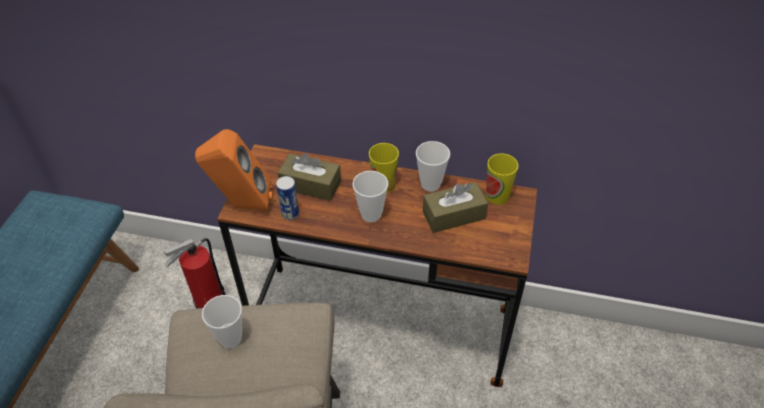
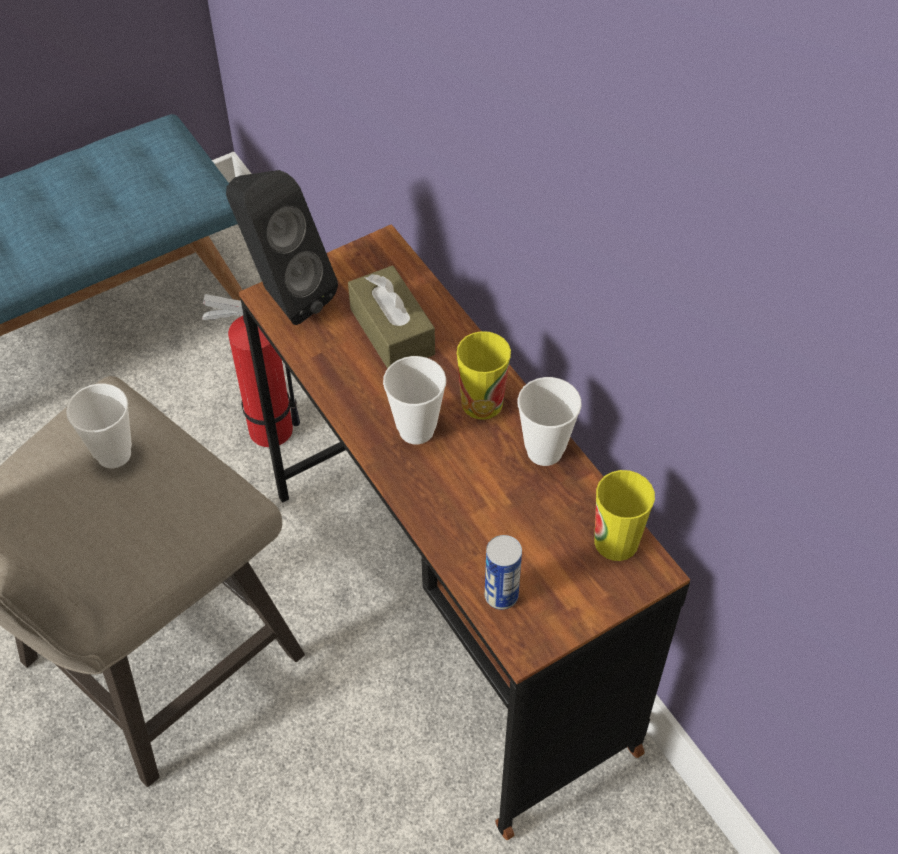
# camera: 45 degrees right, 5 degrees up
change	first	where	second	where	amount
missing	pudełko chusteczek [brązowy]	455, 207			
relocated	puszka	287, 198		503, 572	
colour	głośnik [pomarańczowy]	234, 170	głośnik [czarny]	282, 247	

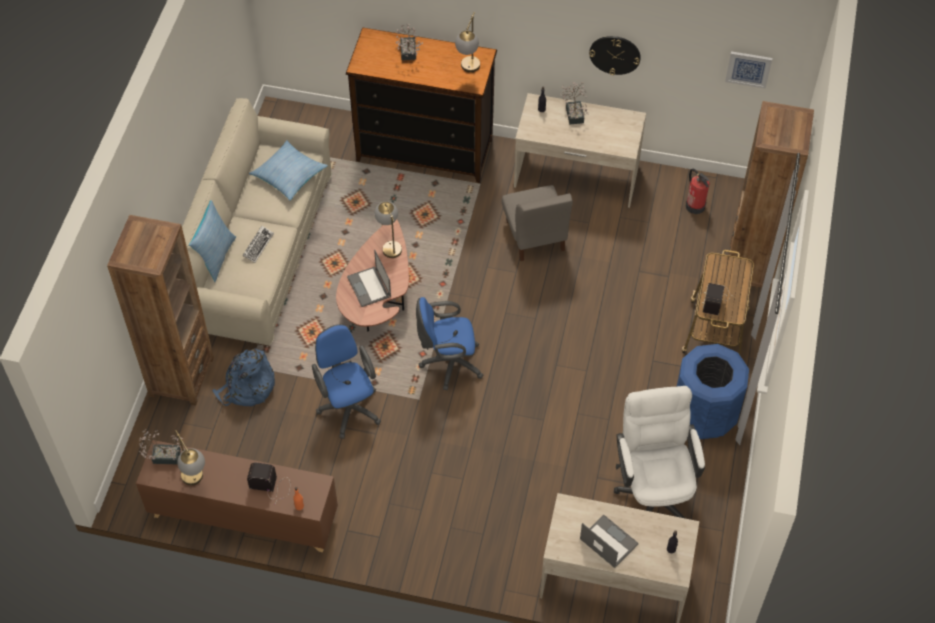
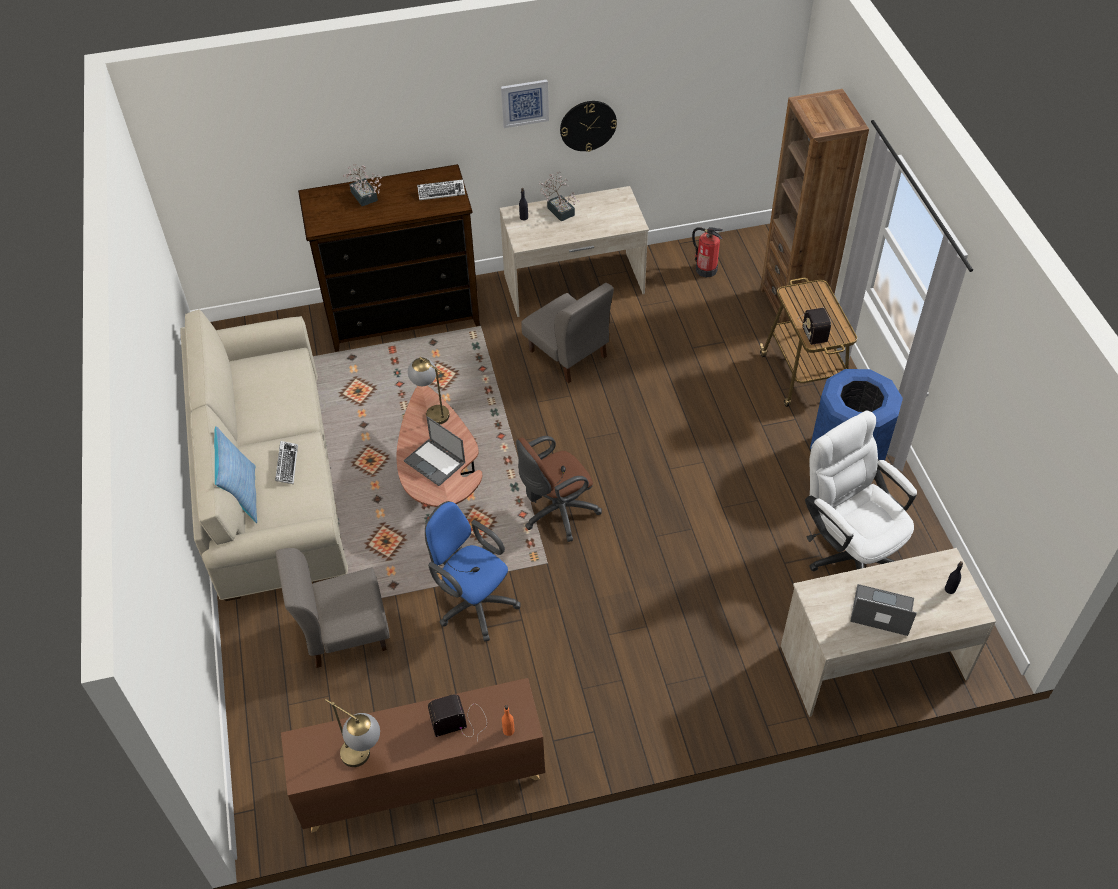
# camera: 25 degrees left, 5 degrees down
change	first	where	second	where	amount
missing	regał [brązowy]	160, 310			
missing	roślina doniczkowa	160, 446			
missing	poduszka	288, 170			
relocated	obraz	748, 70		525, 104	
exchanged	plecak [niebieski]	243, 377	krzesło [szary]	332, 608	
exchanged	lampa stołowa	467, 42	klawiatura	441, 189	
colour	krzesło biurowe [niebieski]	449, 343	krzesło biurowe [brązowy]	559, 489	

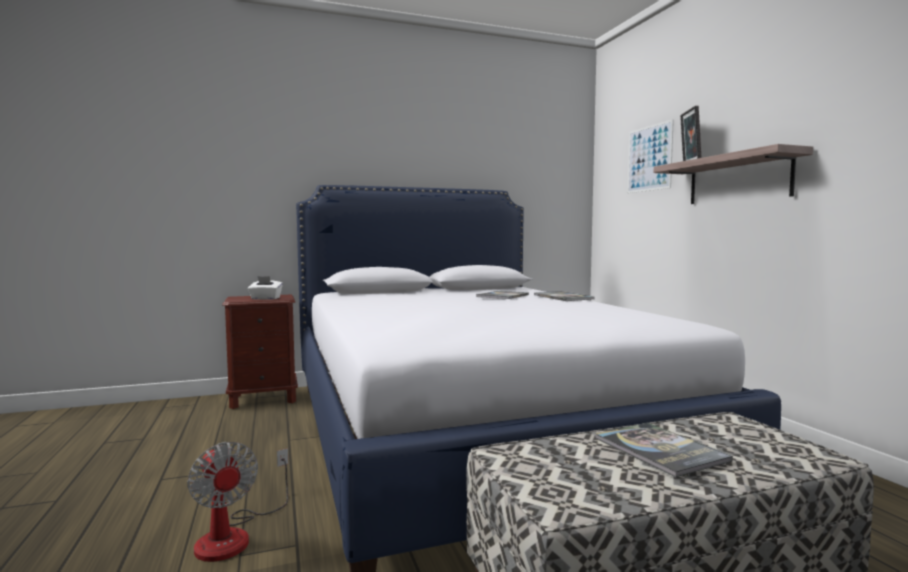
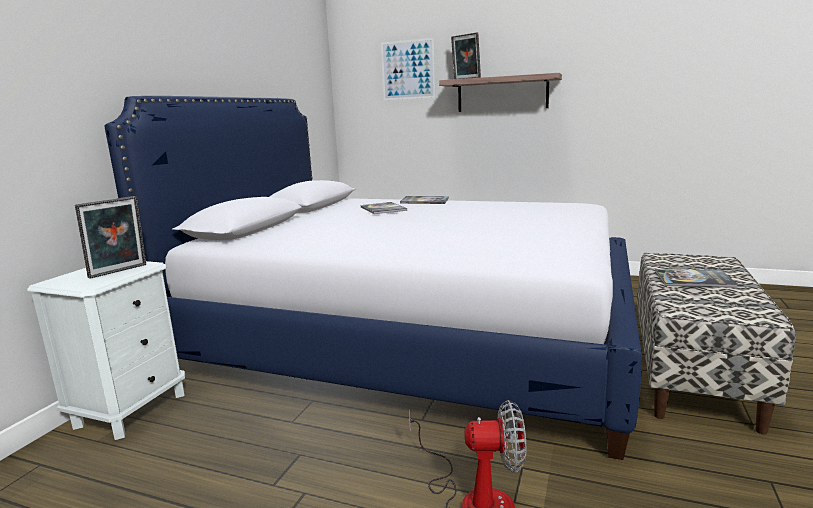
# camera: 50 degrees left, 10 degrees up
change	first	where	second	where	amount
exchanged	pudełko chusteczek [biały]	265, 288	ramka na zdjęcie	110, 237	
colour	szafka nocna [brązowy]	260, 351	szafka nocna [biały]	106, 350	

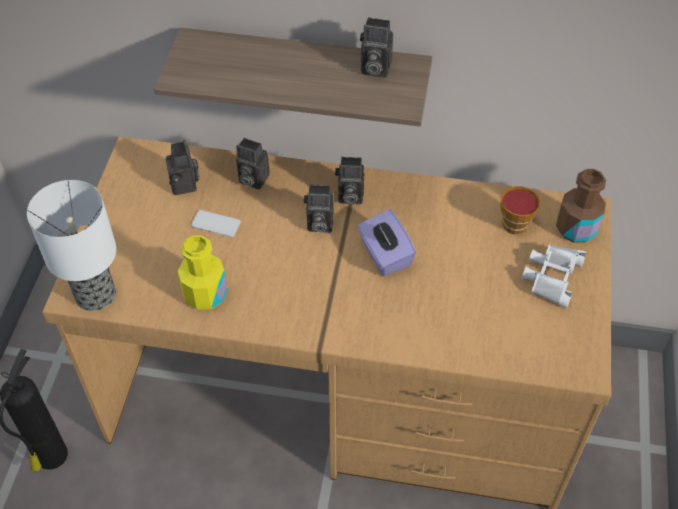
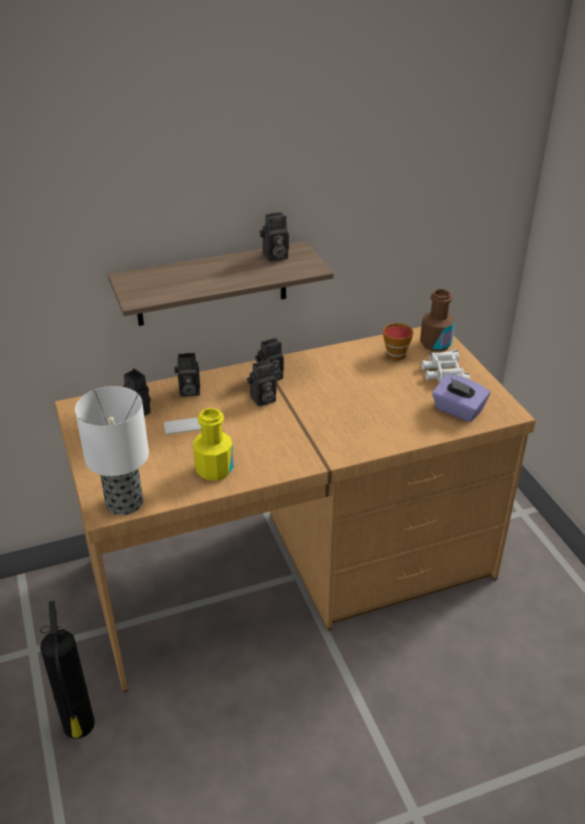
# camera: 30 degrees left, 15 degrees down
change	first	where	second	where	amount
relocated	pudełko chusteczek [fioletowy]	386, 242		461, 398	

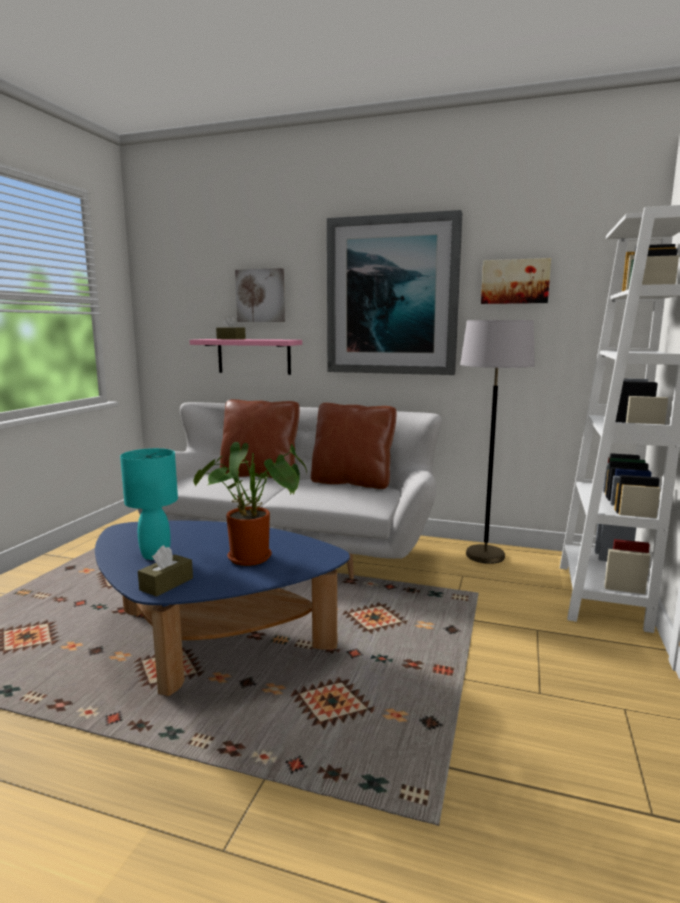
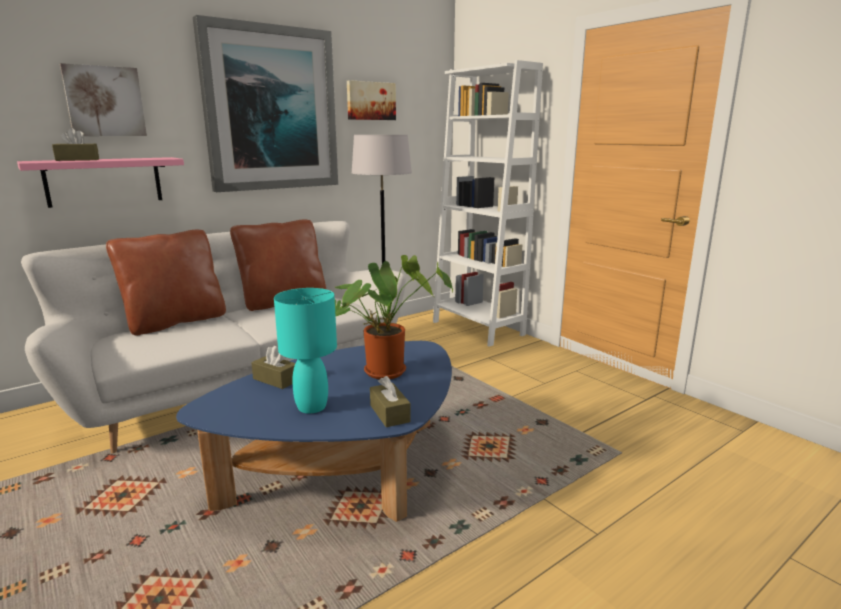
# camera: 55 degrees left, 5 degrees up
change	first	where	second	where	amount
appeared			pudełko chusteczek [brązowy]	273, 367	

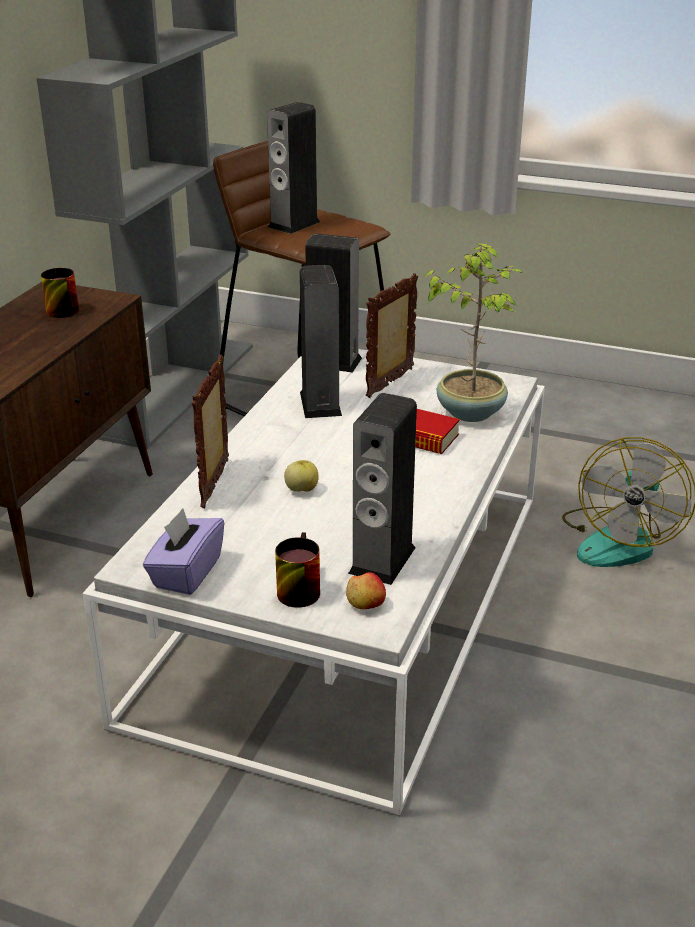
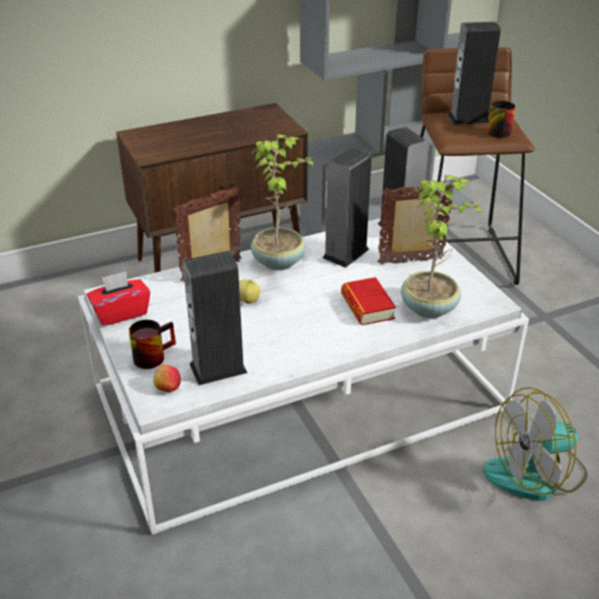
# camera: 45 degrees right, 5 degrees up
change	first	where	second	where	amount
appeared			roślina doniczkowa	282, 202	
relocated	kubek	60, 293		501, 119	
colour	pudełko chusteczek [fioletowy]	183, 551	pudełko chusteczek [czerwony]	118, 298	

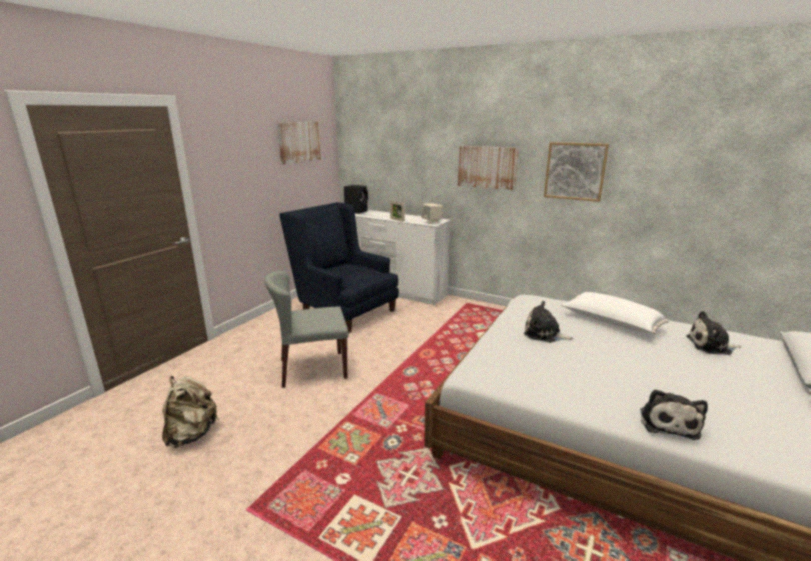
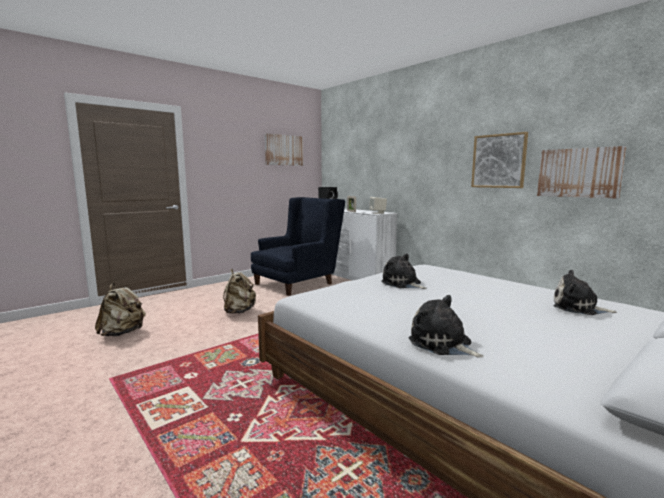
# camera: 20 degrees right, 10 degrees down
change	first	where	second	where	amount
missing	poduszka [biały]	615, 313			
relocated	obraz	488, 168		581, 172	
exchanged	krzesło [szary]	306, 329	plecak [beżowy]	240, 291	
spun	fotel [niebieski]	339, 267		298, 246	75 degrees clockwise
spun	pluszak	674, 414		446, 326	105 degrees clockwise

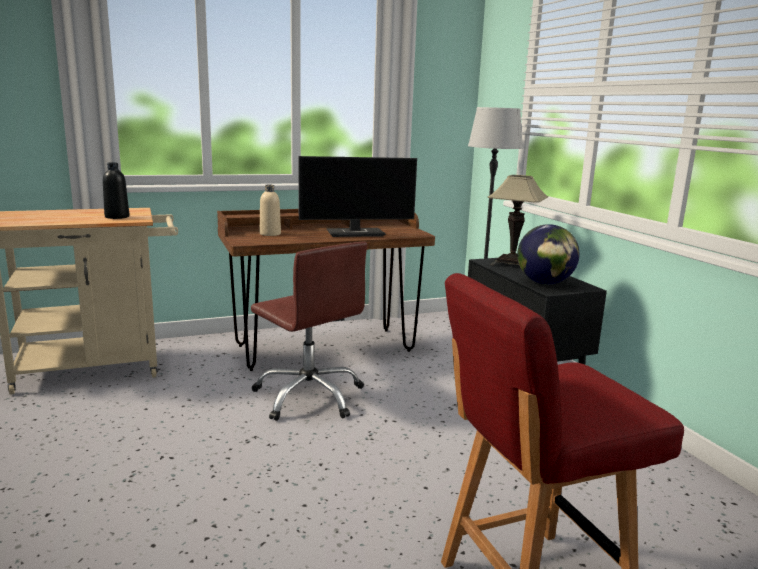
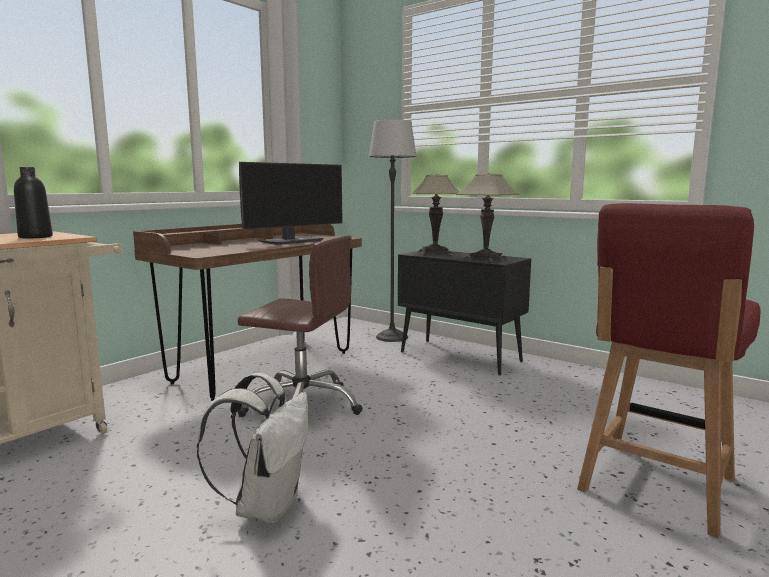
# camera: 30 degrees left, 5 degrees down
change	first	where	second	where	amount
missing	butelka [beżowy]	270, 210			
appeared			plecak [biały]	252, 448	
exchanged	globus	548, 254	lampa stołowa	488, 218	

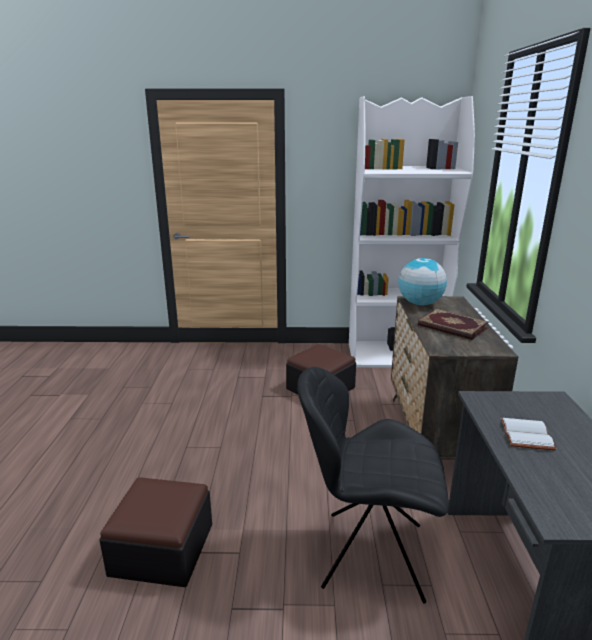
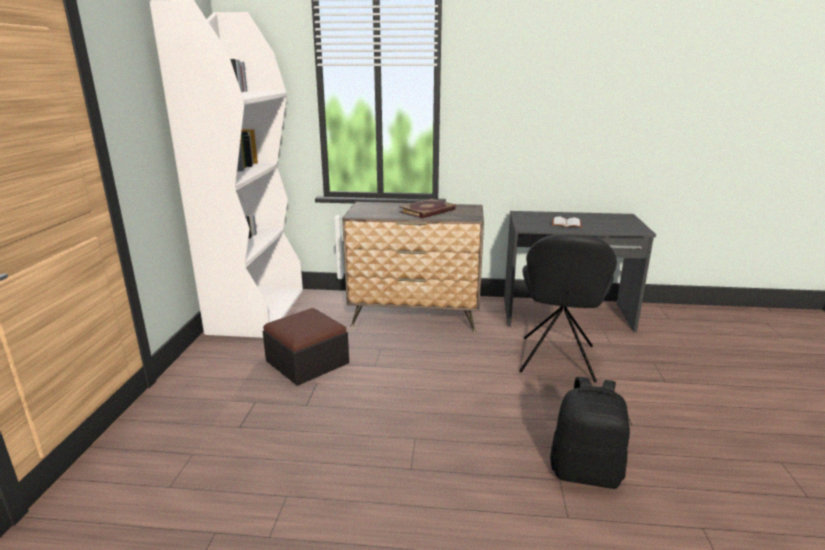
# camera: 85 degrees left, 0 degrees up
change	first	where	second	where	amount
missing	globus	422, 281			
exchanged	pufa	155, 532	plecak [czarny]	590, 433	

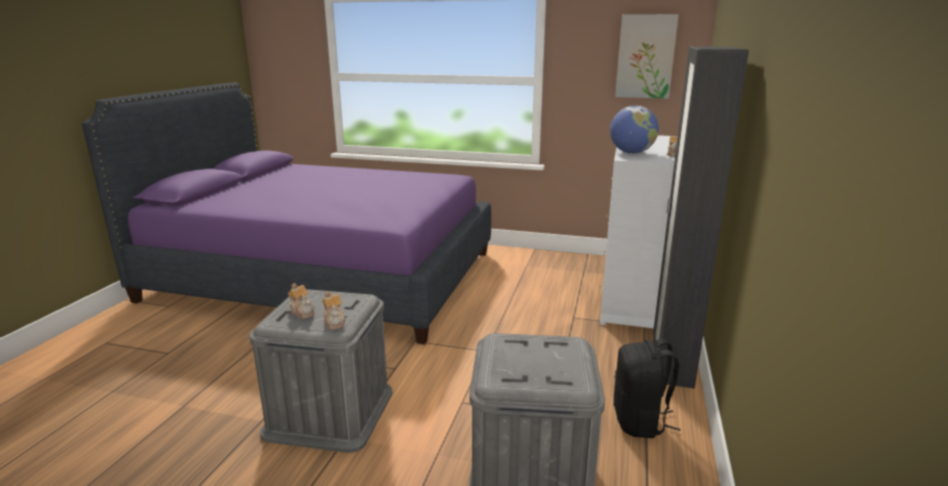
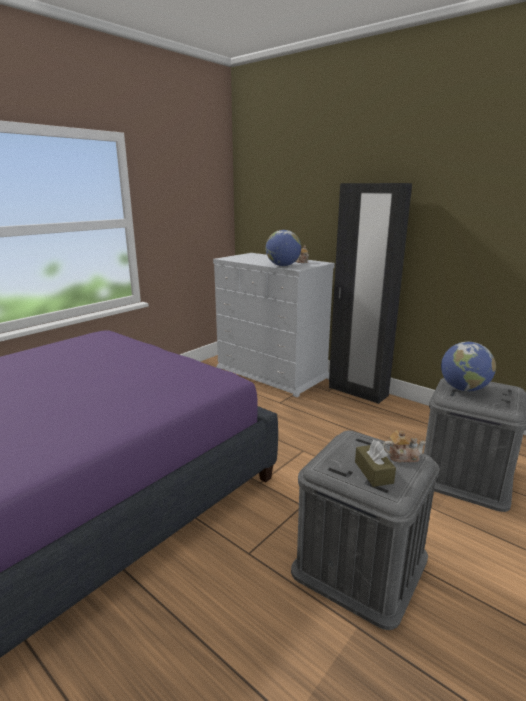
# camera: 65 degrees left, 0 degrees up
change	first	where	second	where	amount
missing	plecak [czarny]	647, 388			
missing	obraz	647, 56			
appeared			globus	468, 367	
exchanged	imbryk	301, 301	pudełko chusteczek [brązowy]	375, 463	

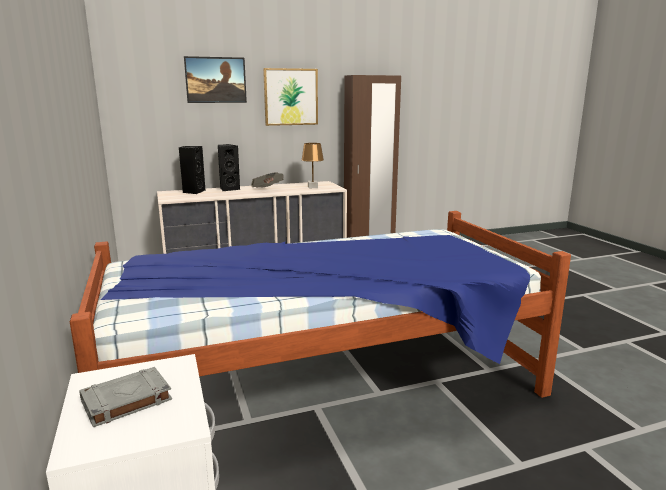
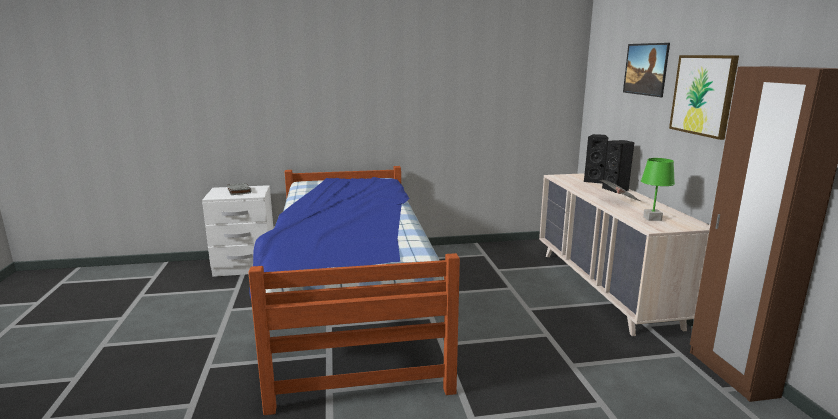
# camera: 100 degrees right, 0 degrees up
change	first	where	second	where	amount
colour	lampa stołowa [brązowy]	312, 165	lampa stołowa [zielony]	658, 189	

